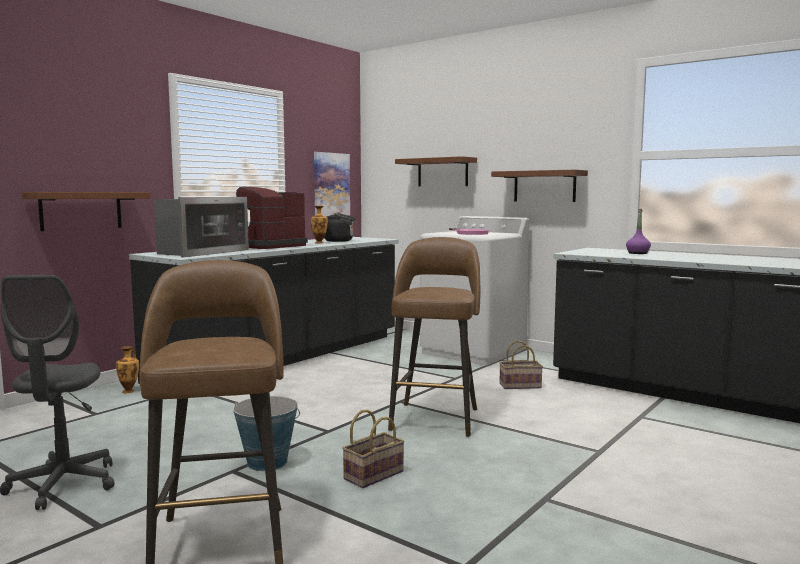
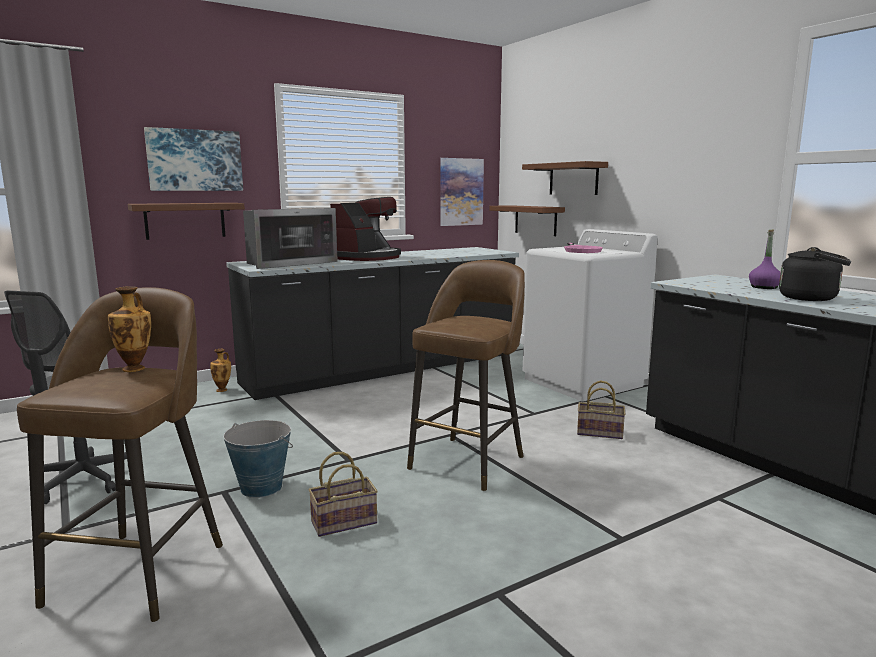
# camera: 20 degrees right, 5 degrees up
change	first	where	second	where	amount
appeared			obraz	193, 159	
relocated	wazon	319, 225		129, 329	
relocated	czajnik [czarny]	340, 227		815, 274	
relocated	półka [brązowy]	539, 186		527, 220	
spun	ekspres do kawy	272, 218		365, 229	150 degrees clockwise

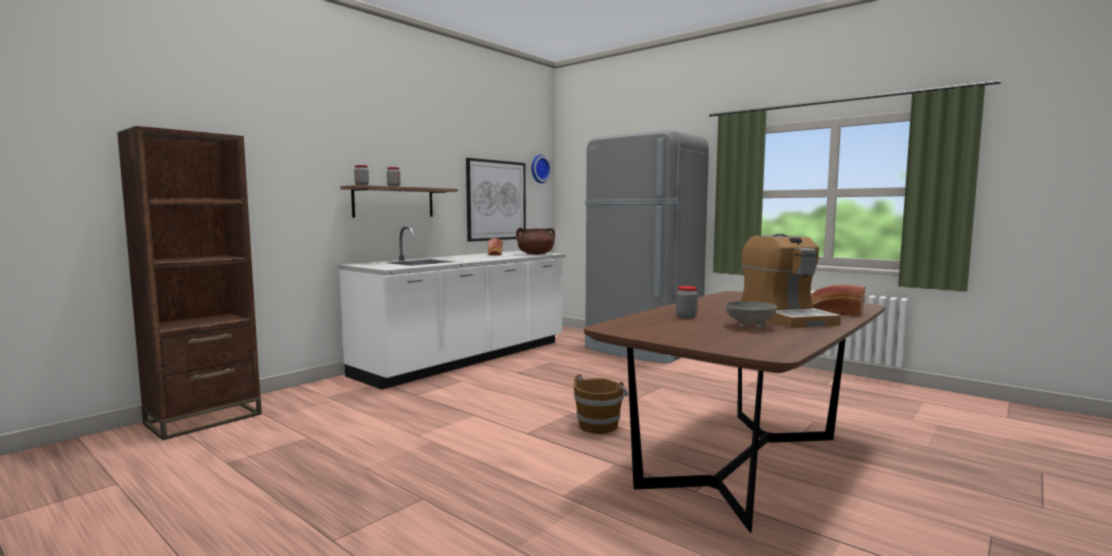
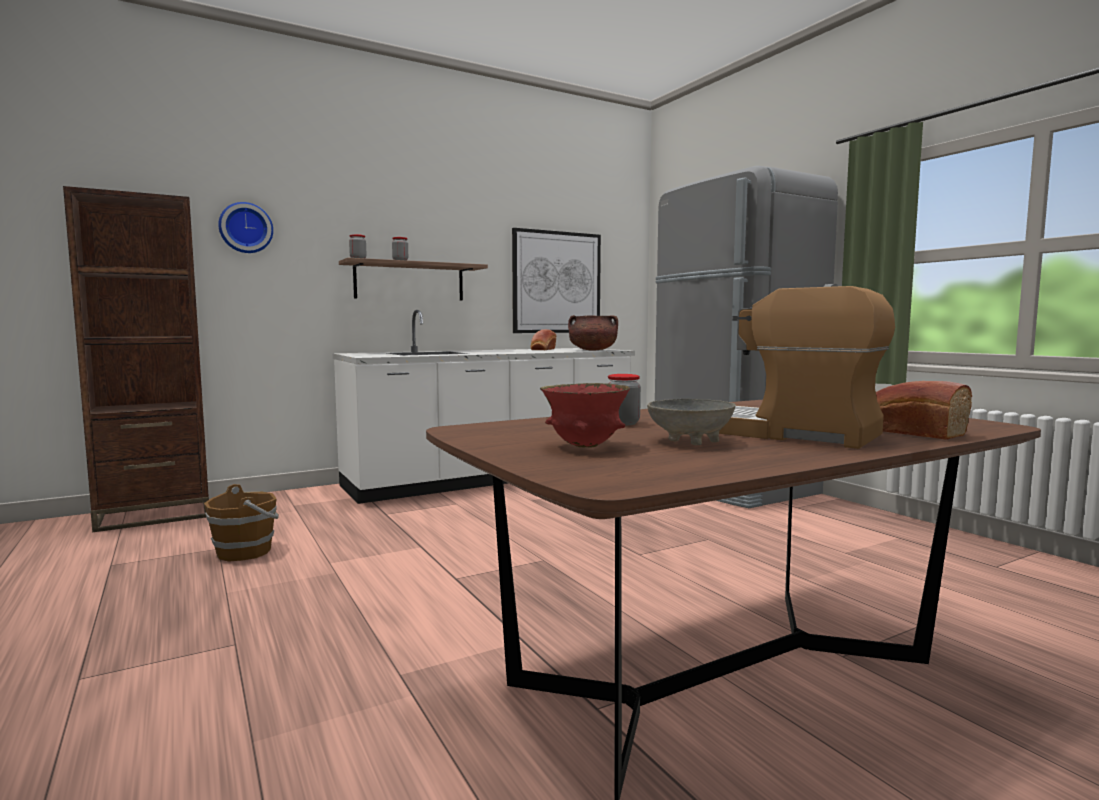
# camera: 20 degrees right, 0 degrees up
change	first	where	second	where	amount
appeared			miska [czerwony]	585, 415	
relocated	zegar ścienny	541, 169		245, 227	
relocated	wiadro [brązowy]	601, 404		241, 523	
spun	ekspres do kawy	791, 281		807, 366	120 degrees clockwise

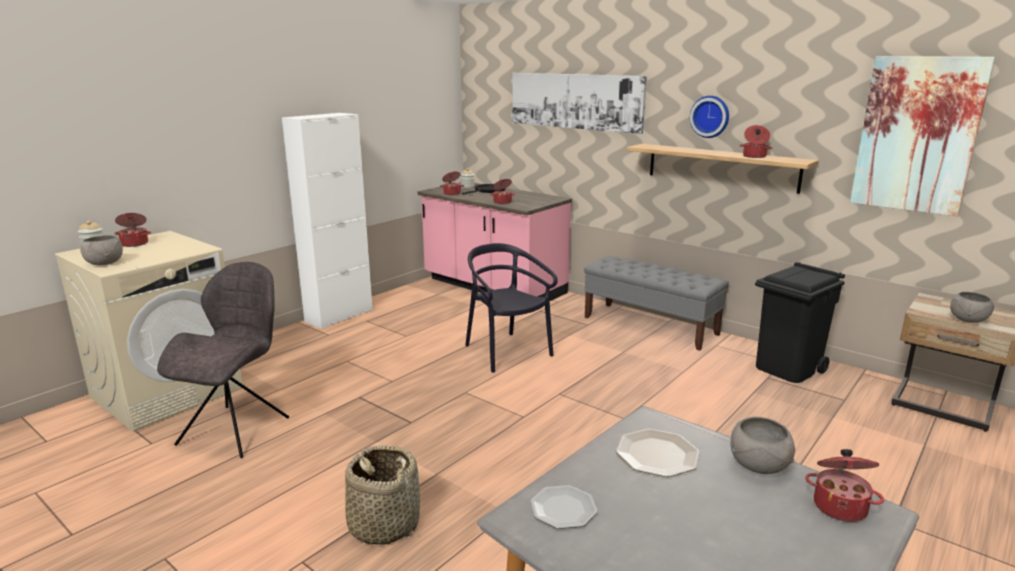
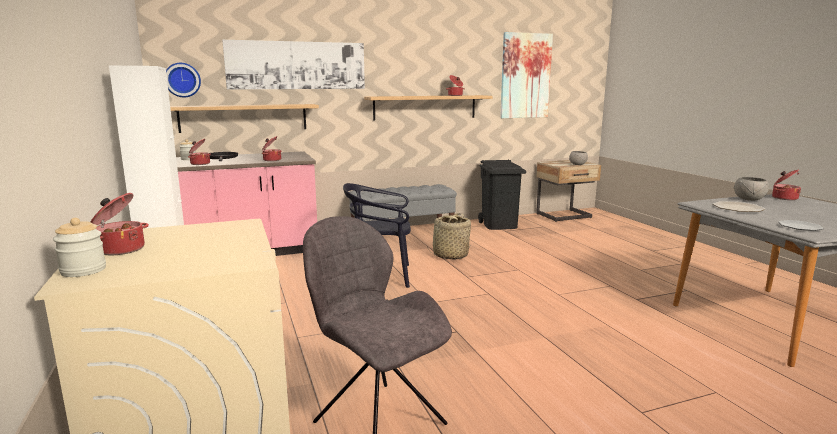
# camera: 60 degrees left, 5 degrees down
change	first	where	second	where	amount
missing	miska [szary]	101, 250			
appeared			półka	244, 118	
relocated	koszyk	382, 495		449, 236	
relocated	zegar ścienny	709, 117		183, 80	

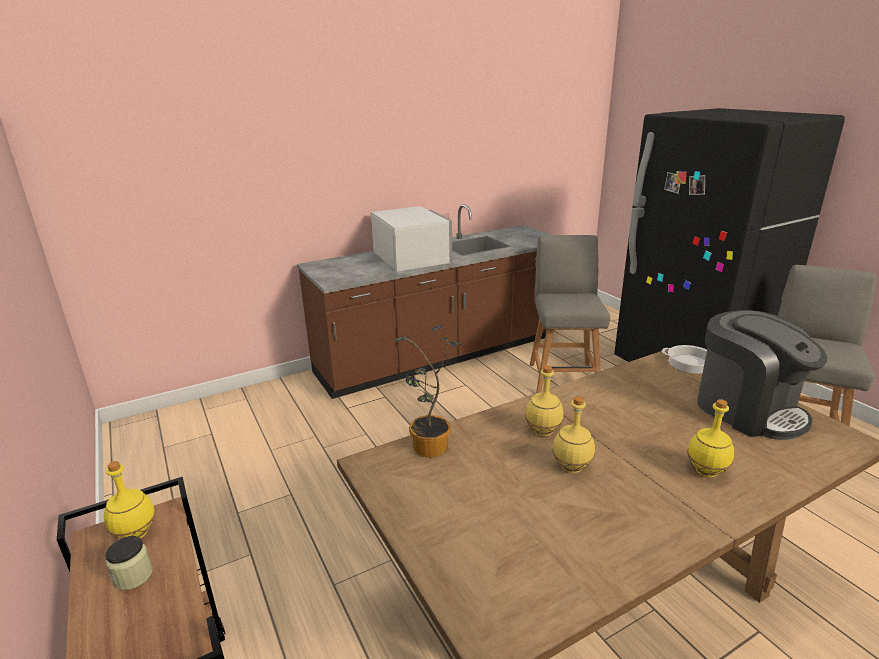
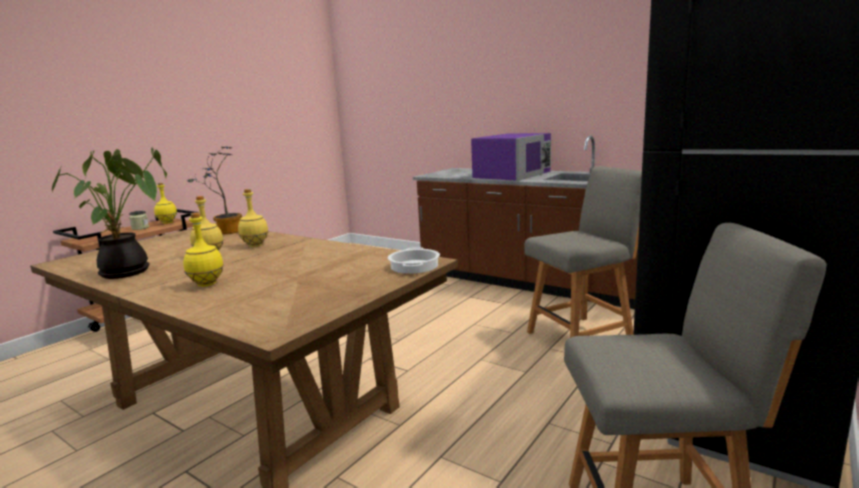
# camera: 65 degrees right, 10 degrees down
change	first	where	second	where	amount
missing	ekspres do kawy	762, 375			
appeared			roślina doniczkowa	109, 213	
colour	mikrofalówka [biały]	411, 239	mikrofalówka [fioletowy]	511, 157	

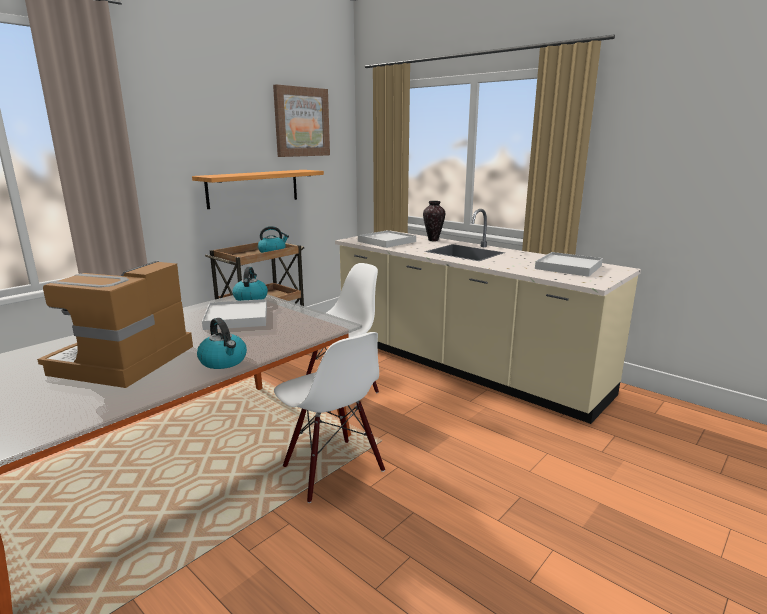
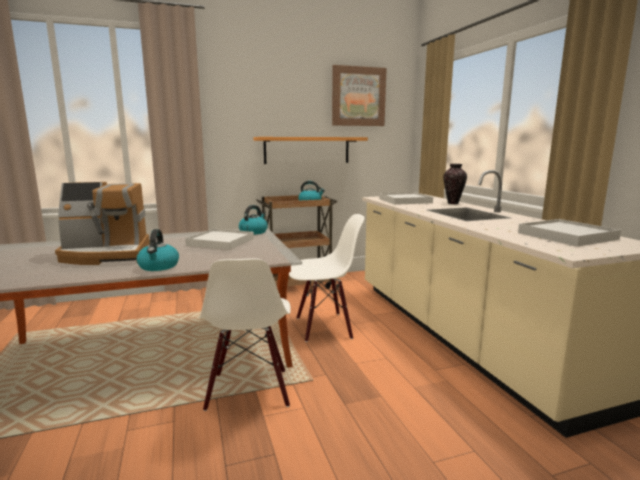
# camera: 30 degrees right, 5 degrees down
change	first	where	second	where	amount
spun	ekspres do kawy	115, 324		102, 223	150 degrees counterclockwise

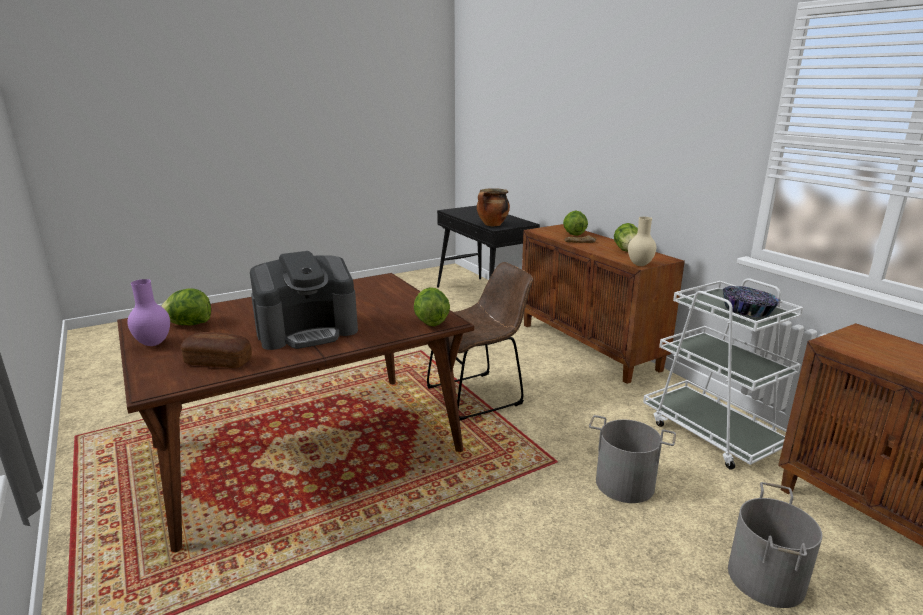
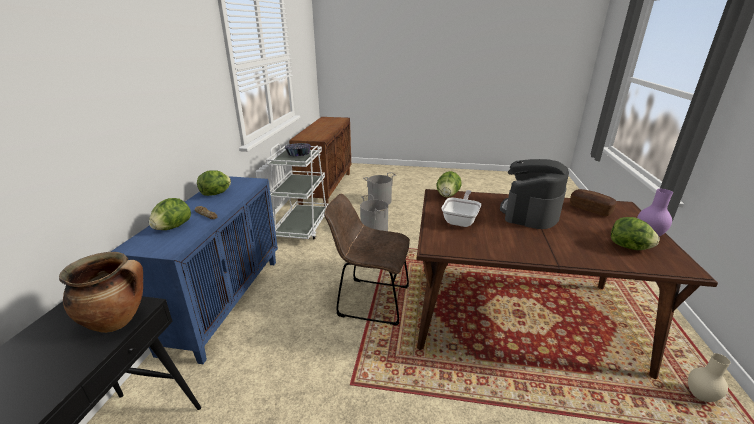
# camera: 140 degrees left, 5 degrees up
change	first	where	second	where	amount
appeared			patelnia	461, 208	
relocated	wazon [beżowy]	642, 241		709, 377	
colour	szafka [brązowy]	603, 304	szafka [niebieski]	194, 270	
spun	ekspres do kawy	304, 300		534, 194	75 degrees counterclockwise

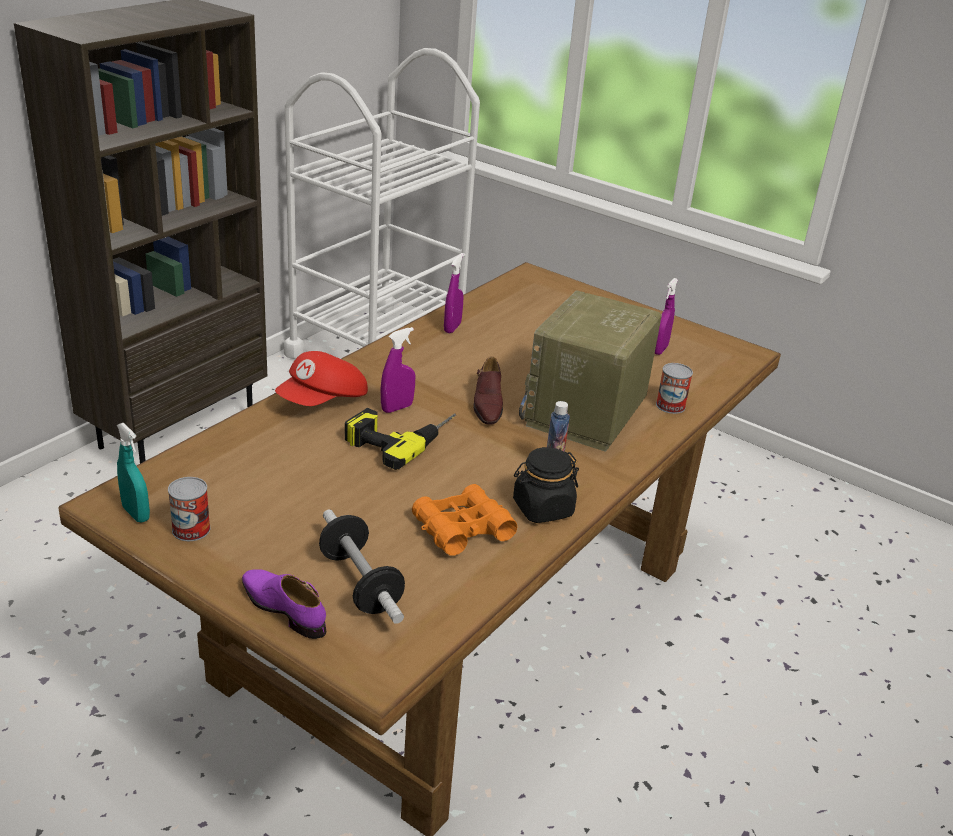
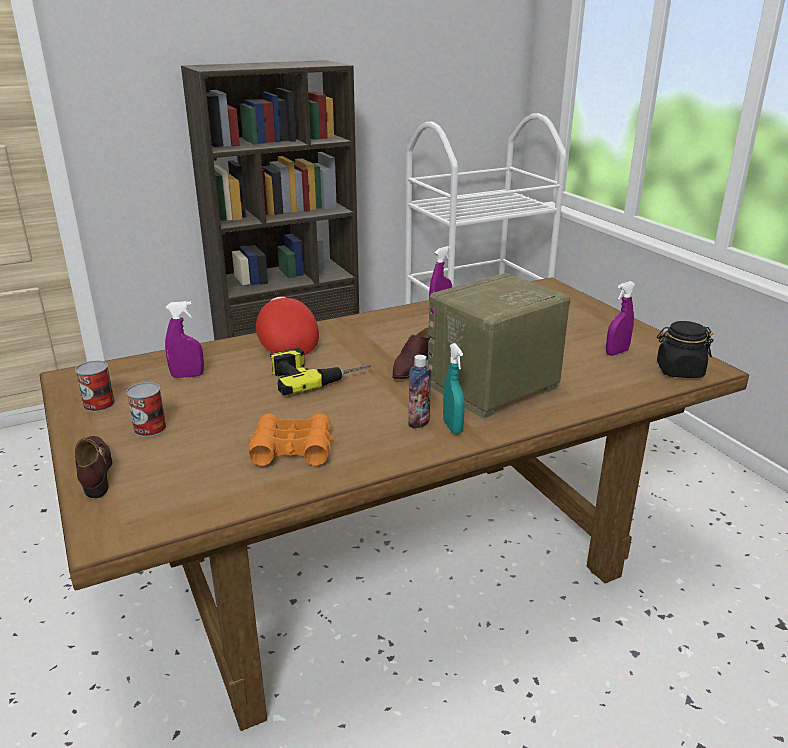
# camera: 30 degrees right, 5 degrees down
change	first	where	second	where	amount
missing	hantel	362, 566			
relocated	spryskiwacz [turkusowy]	133, 473		454, 388	
relocated	spryskiwacz [fioletowy]	398, 370		184, 339	
relocated	słoik [czarny]	546, 485		685, 349	
relocated	puszka	674, 388		146, 409	
colour	but [fioletowy]	284, 604	but [brązowy]	94, 467	
spun	czapka z daszkiem [czerwony]	321, 378		287, 325	90 degrees clockwise

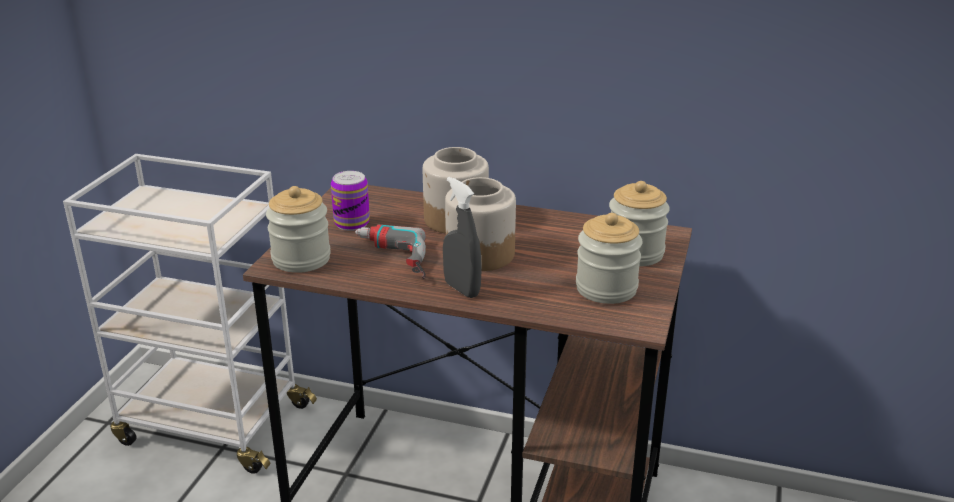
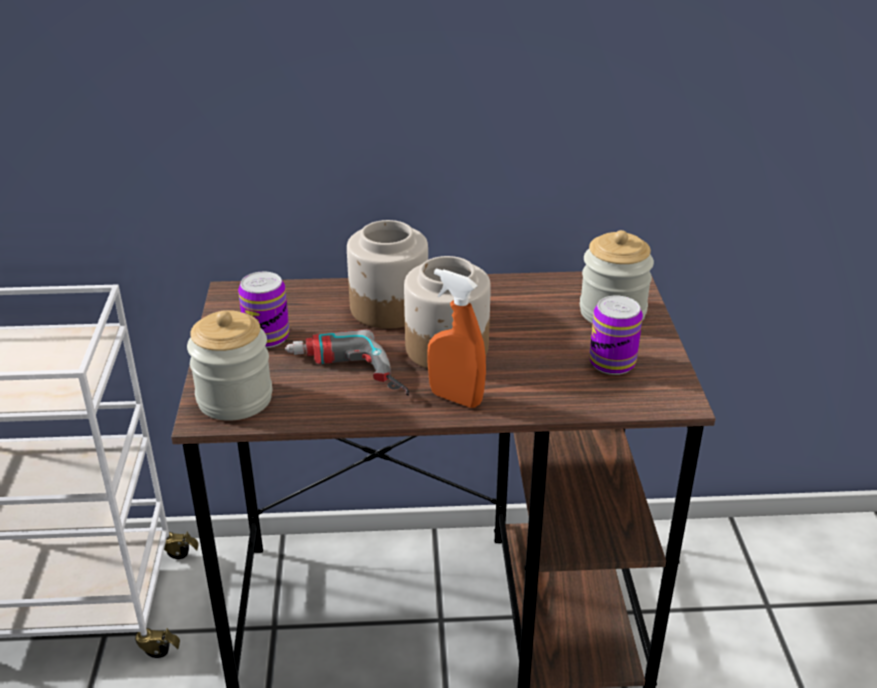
# camera: 20 degrees left, 5 degrees up
change	first	where	second	where	amount
exchanged	słoik	609, 258	puszka	616, 335	
colour	spryskiwacz [szary]	462, 237	spryskiwacz [pomarańczowy]	457, 338	

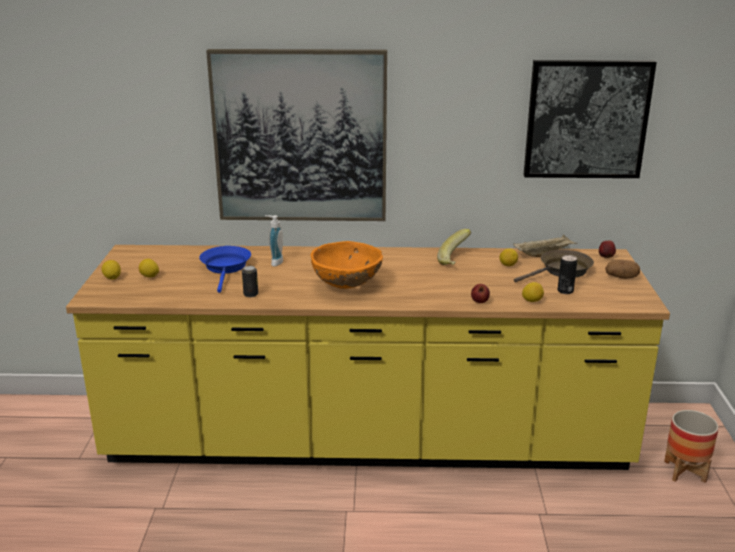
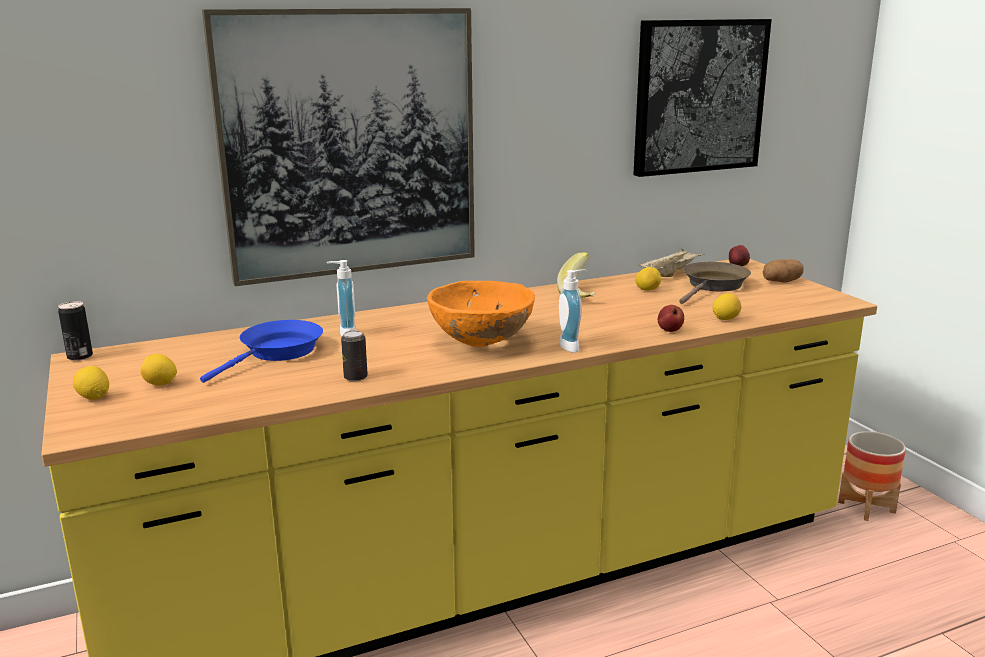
# camera: 25 degrees left, 5 degrees down
change	first	where	second	where	amount
appeared			dozownik mydła	573, 311	
relocated	puszka	567, 274		75, 331	
spun	patelnia [niebieski]	225, 269		261, 351	60 degrees clockwise

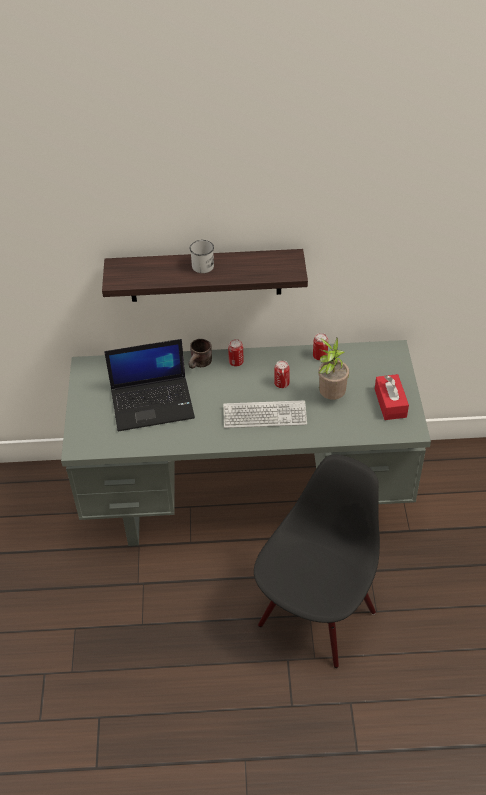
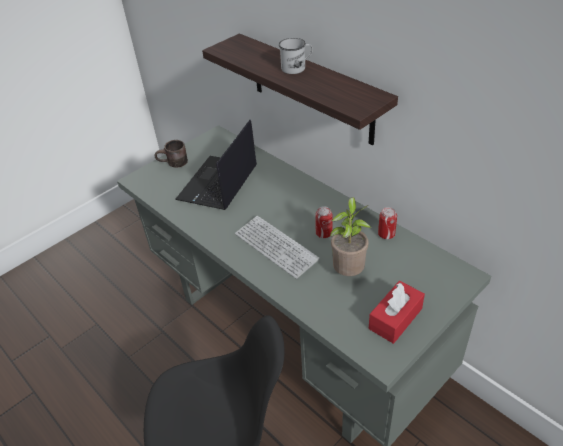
# camera: 50 degrees right, 5 degrees down
change	first	where	second	where	amount
missing	puszka	236, 352			
relocated	kubek [brązowy]	200, 354		171, 153	
spun	laptop	149, 385		216, 165	75 degrees clockwise

